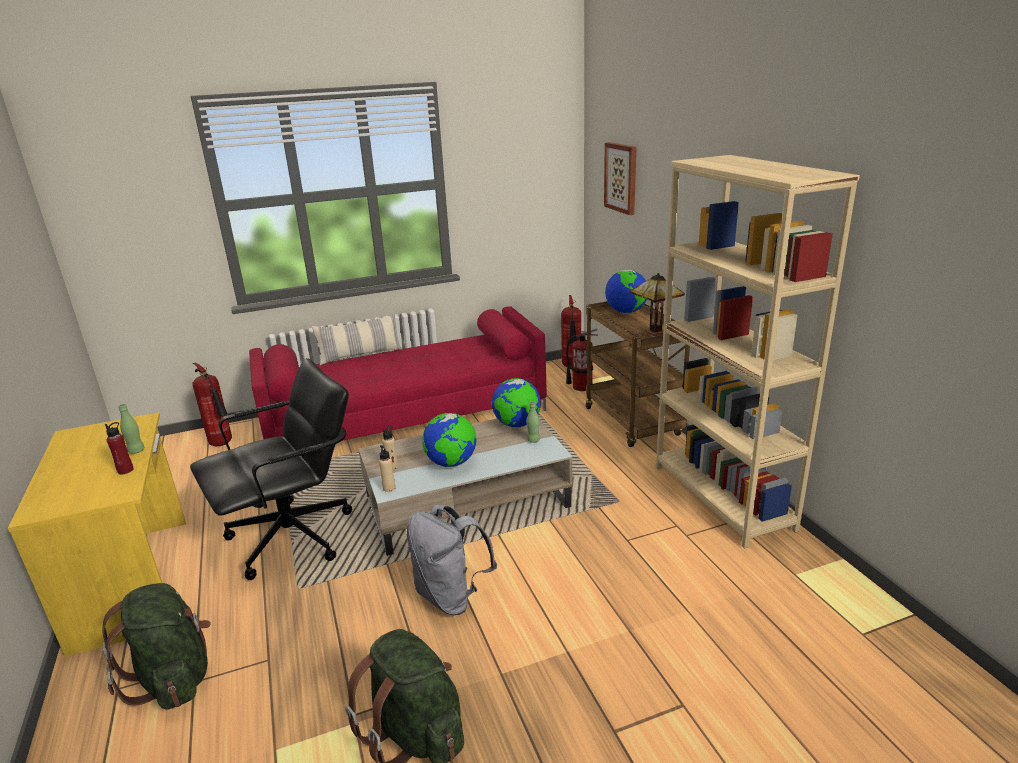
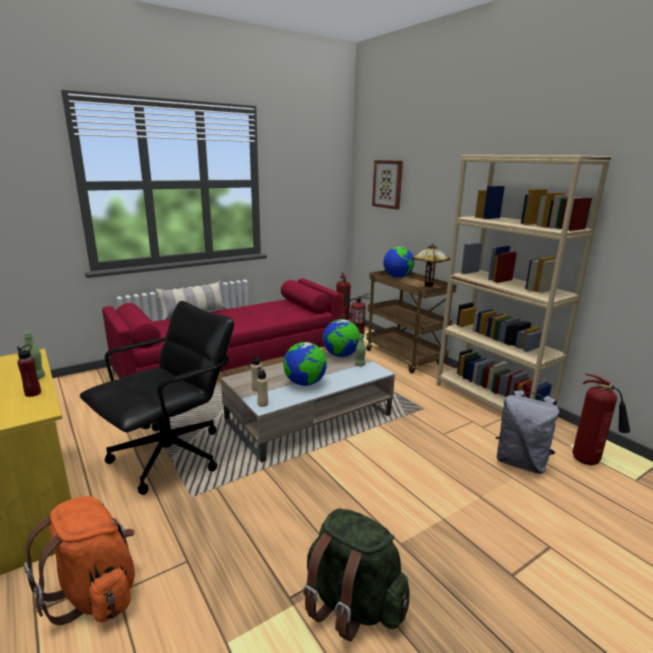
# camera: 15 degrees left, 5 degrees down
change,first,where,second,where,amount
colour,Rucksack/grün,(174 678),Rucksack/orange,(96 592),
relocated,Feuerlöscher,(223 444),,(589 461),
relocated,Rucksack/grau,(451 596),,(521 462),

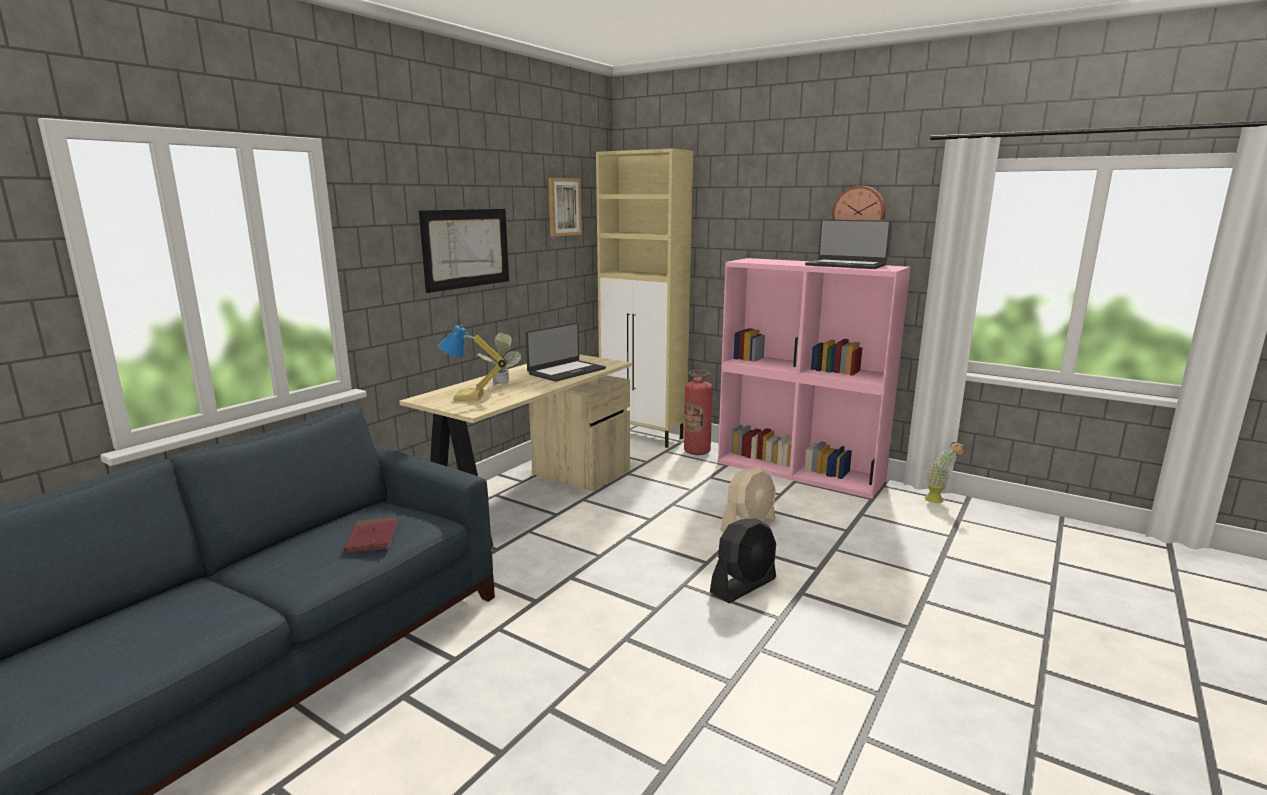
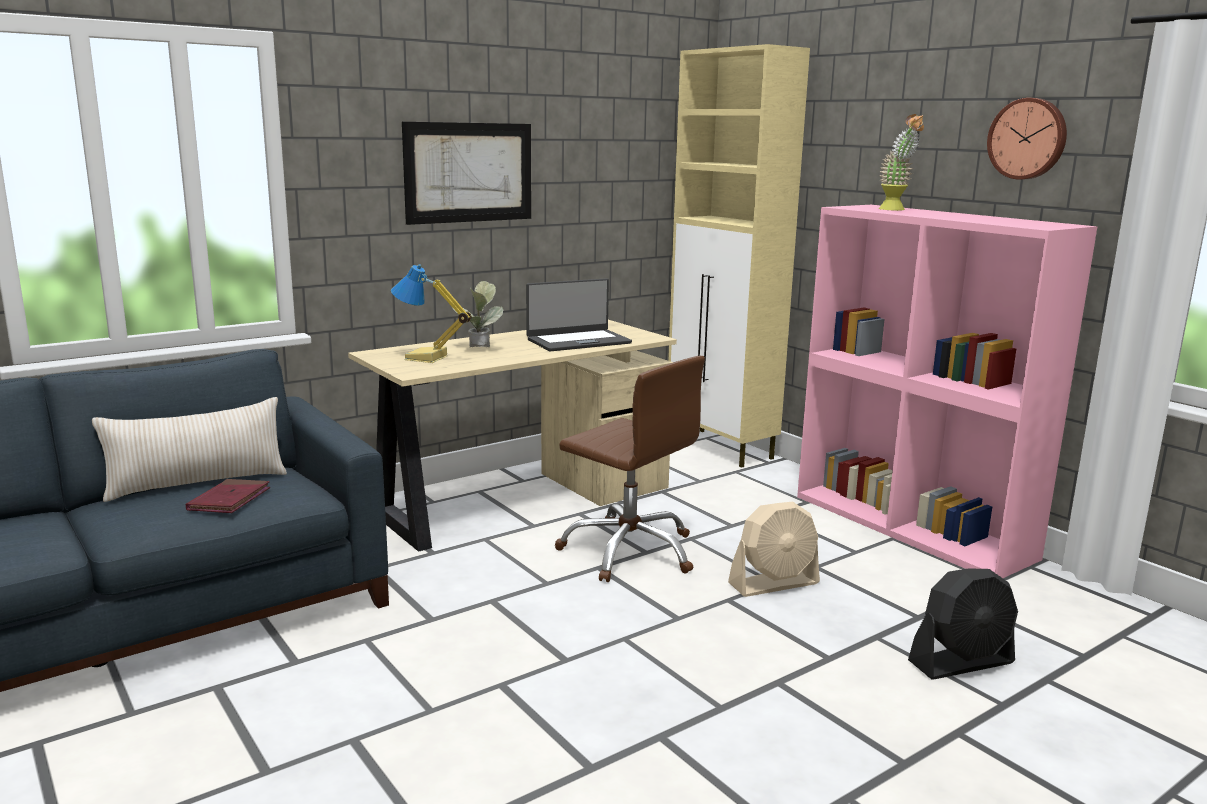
# camera: 20 degrees right, 0 degrees up
change,first,where,second,where,amount
missing,Bild,(563 207),,,
missing,Feuerlöscher,(697 451),,,
relocated,Ventilator/schwarz,(743 585),,(961 662),
missing,Laptop,(846 265),,,
relocated,Topfpflanze,(938 501),,(896 210),
appeared,,,Kissen/beige,(197 483),
appeared,,,Bürostuhl/braun,(629 551),

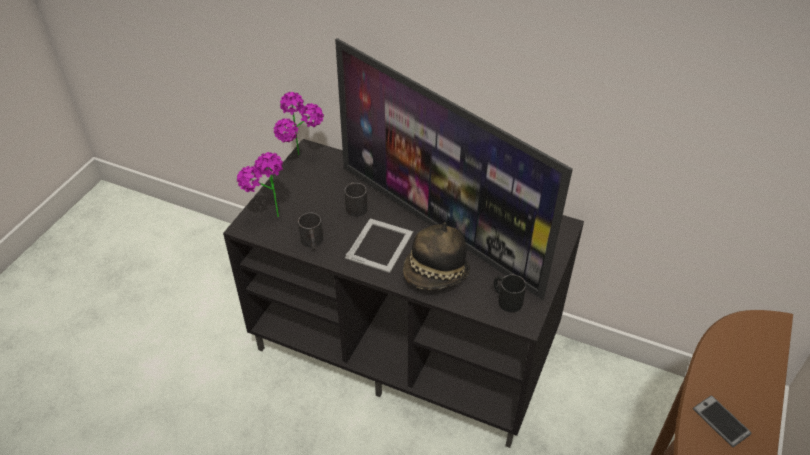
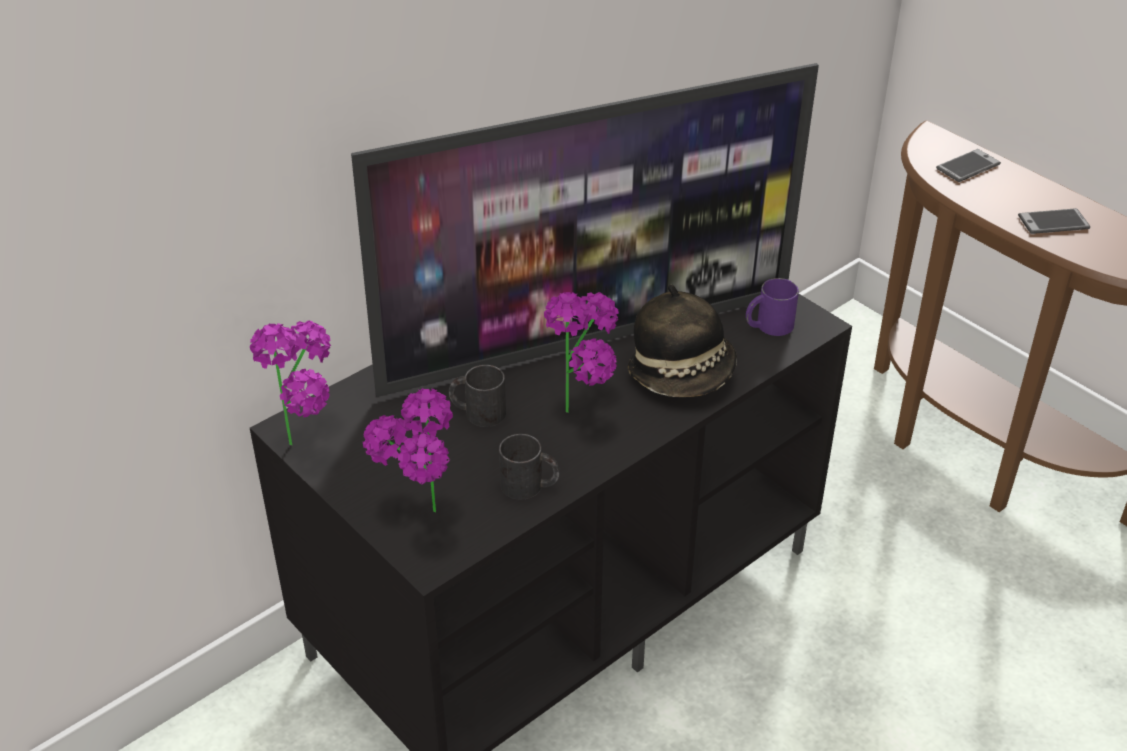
# camera: 65 degrees left, 5 degrees down
change,first,where,second,where,amount
exchanged,Bilderrahmen,(380 245),Topfpflanze,(585 411),
colour,Henkelbecher/schwarz,(506 299),Henkelbecher/lila,(768 326),
appeared,,,Handy,(968 166),

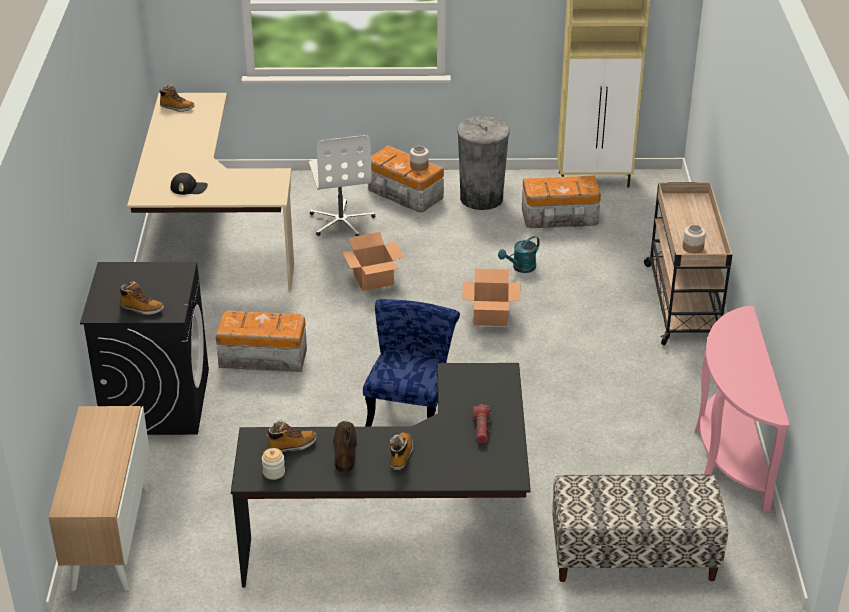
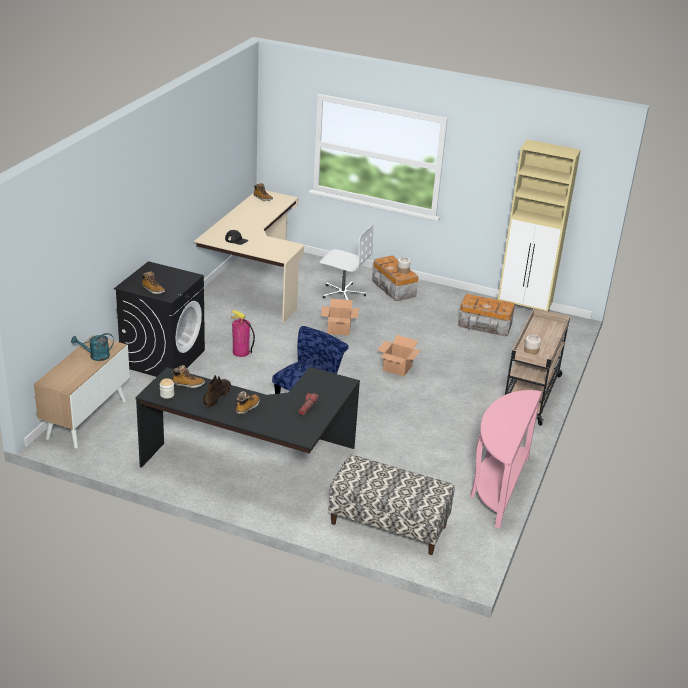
# camera: 20 degrees right, 5 degrees down
change,first,where,second,where,amount
exchanged,Aufbewahrungsbox,(262 357),Feuerlöscher,(241 352),
spun,Bürostuhl/weiß,(341 221),,(342 293),75 degrees counterclockwise
missing,Mülleimer/grau,(481 198),,,
relocated,Gießkanne/türkis,(520 268),,(96 356),

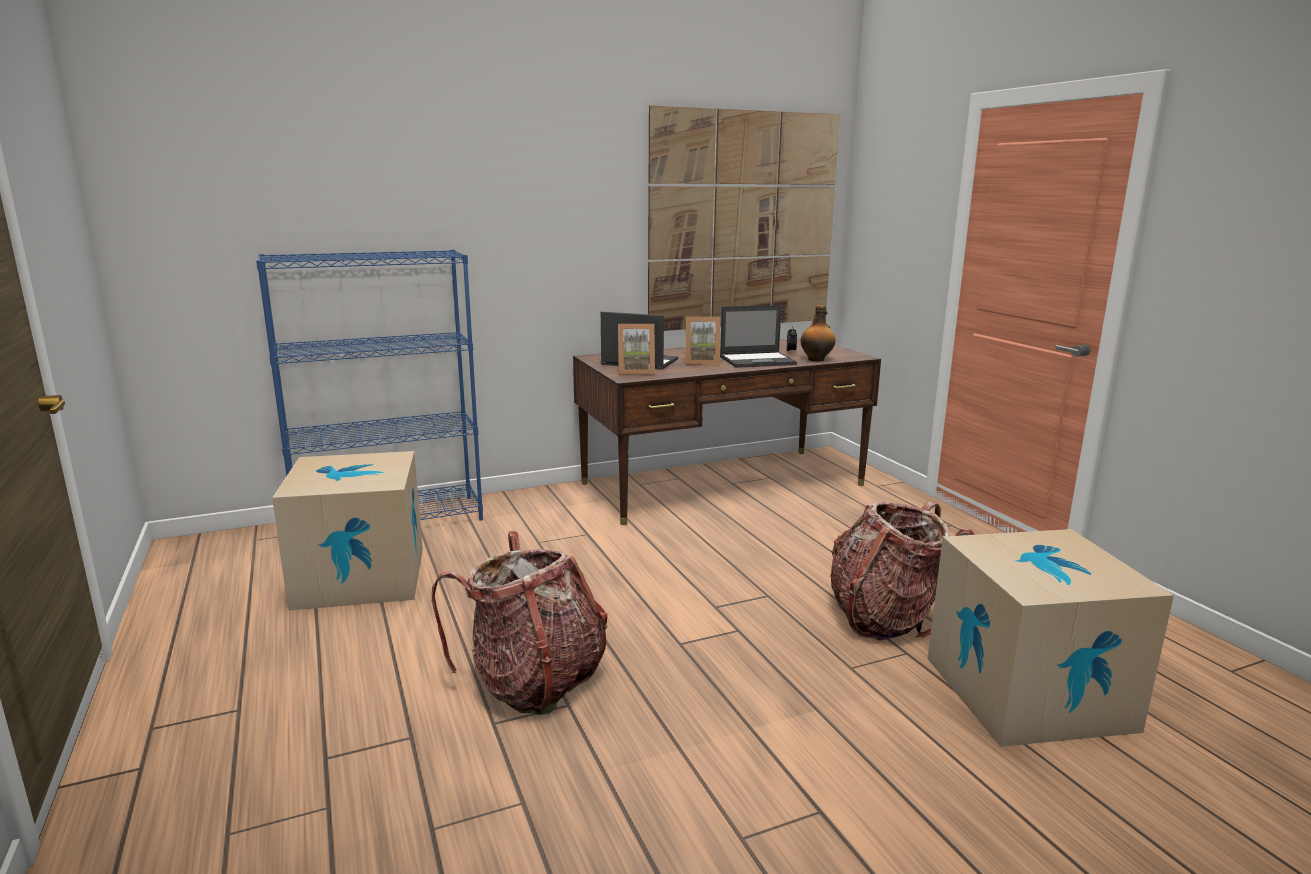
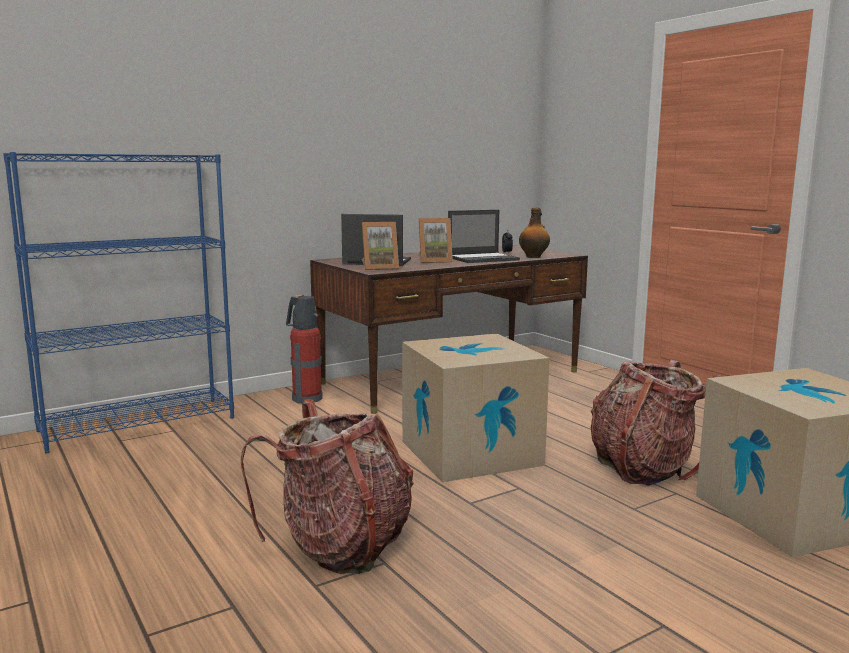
# camera: 10 degrees left, 5 degrees down
change,first,where,second,where,amount
relocated,Karton,(360 577),,(470 453),
missing,Bild,(743 221),,,
appeared,,,Feuerlöscher,(305 398),

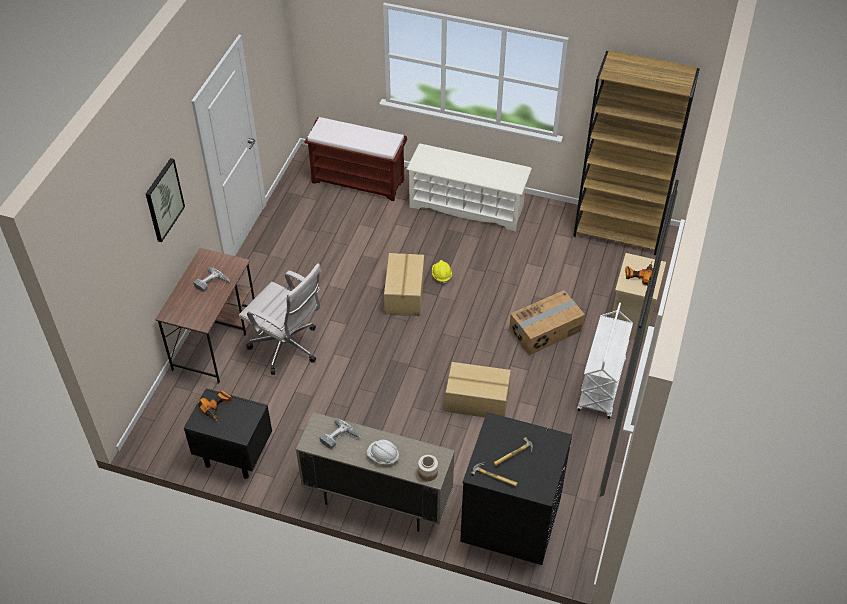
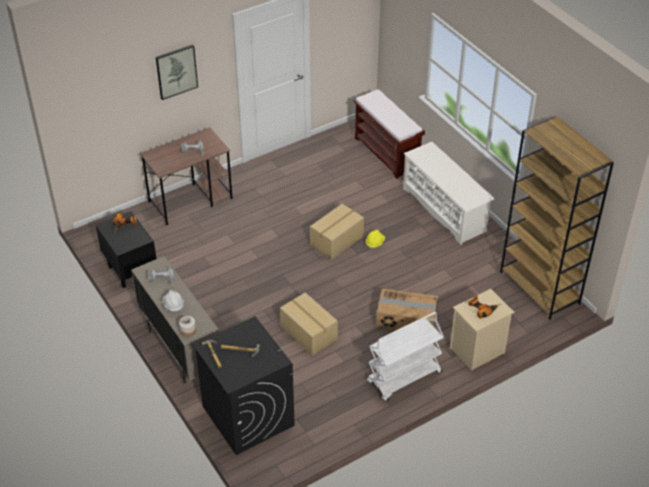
# camera: 40 degrees right, 5 degrees down
change,first,where,second,where,amount
missing,Bürostuhl/weiß,(288 348),,,

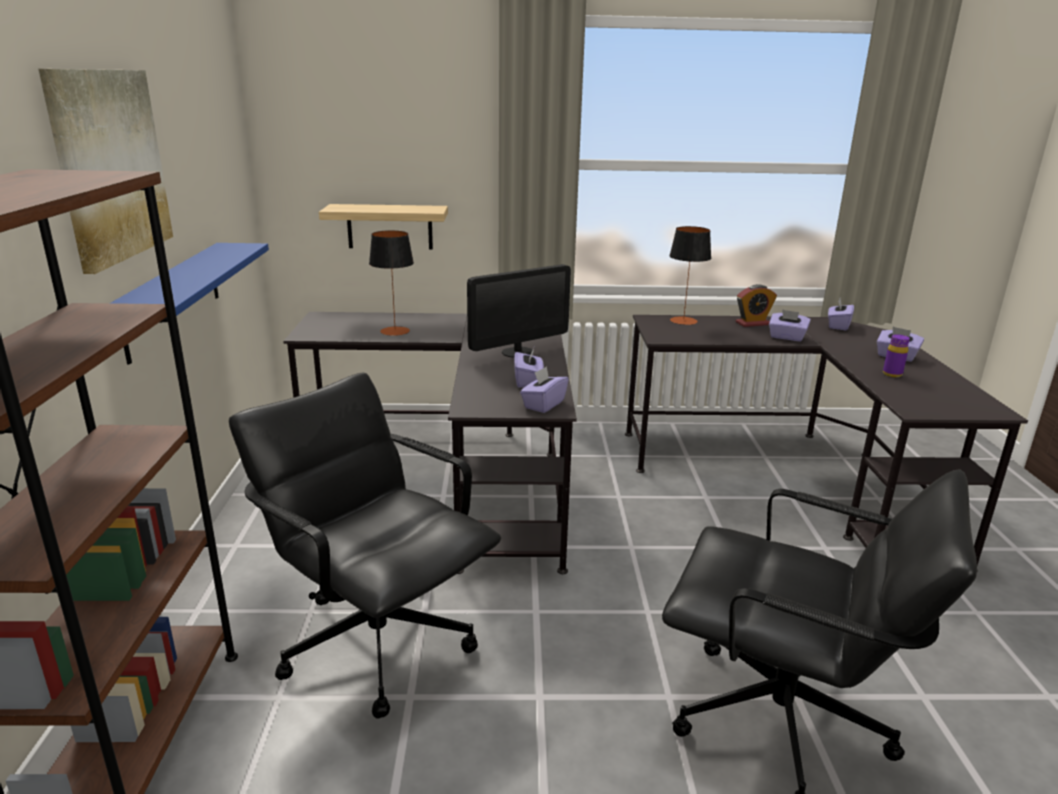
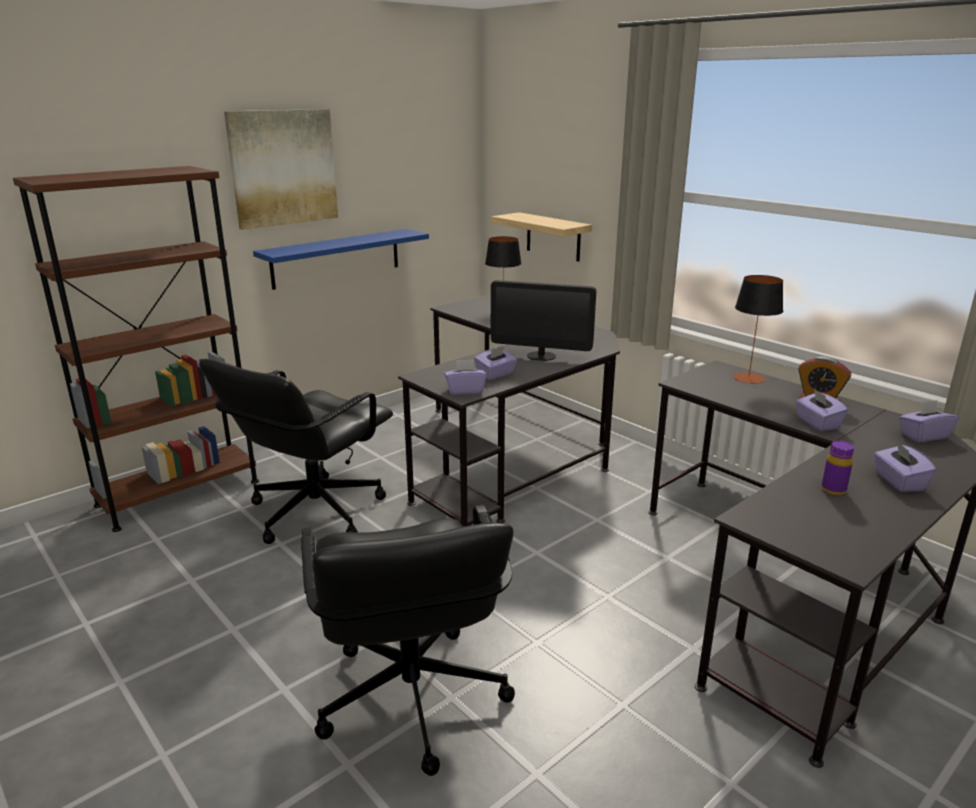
# camera: 50 degrees right, 0 degrees up
change,first,where,second,where,amount
spun,Bürostuhl/schwarz,(378 641),,(314 512),150 degrees counterclockwise

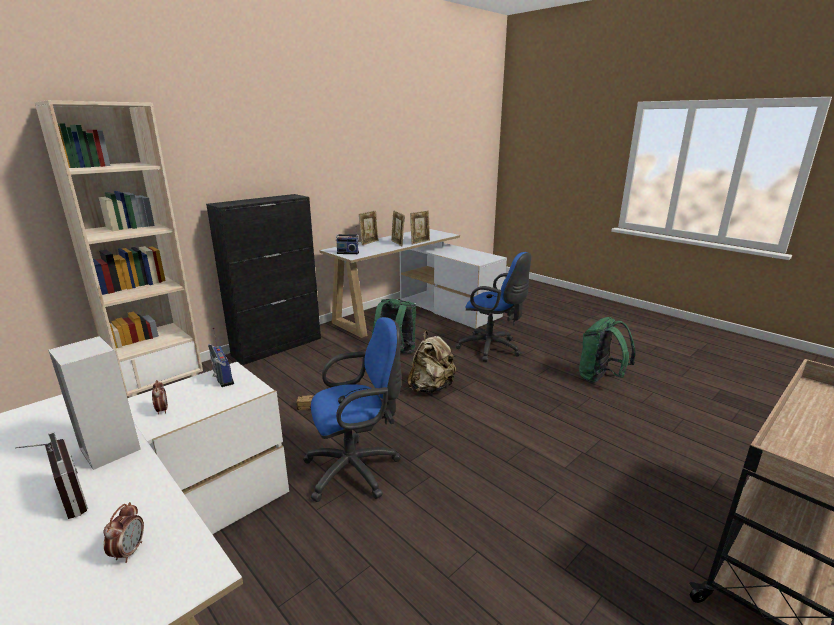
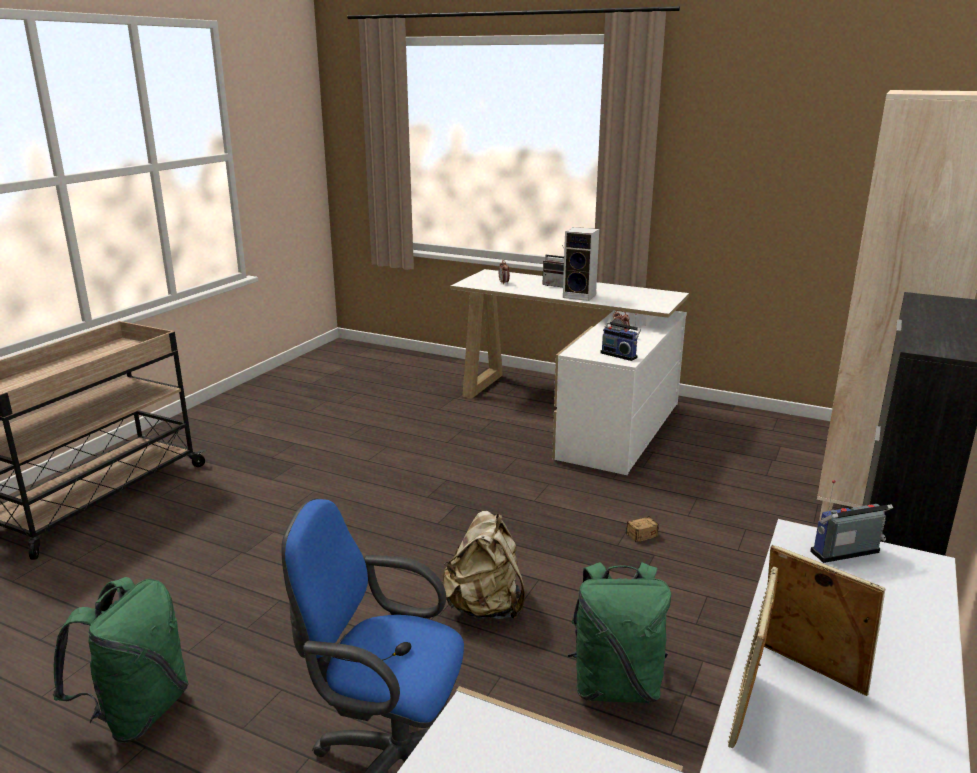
# camera: 160 degrees right, 0 degrees up
change,first,where,second,where,amount
missing,Bürostuhl/blau,(357 469),,,
missing,Bilderrahmen,(369 242),,,

